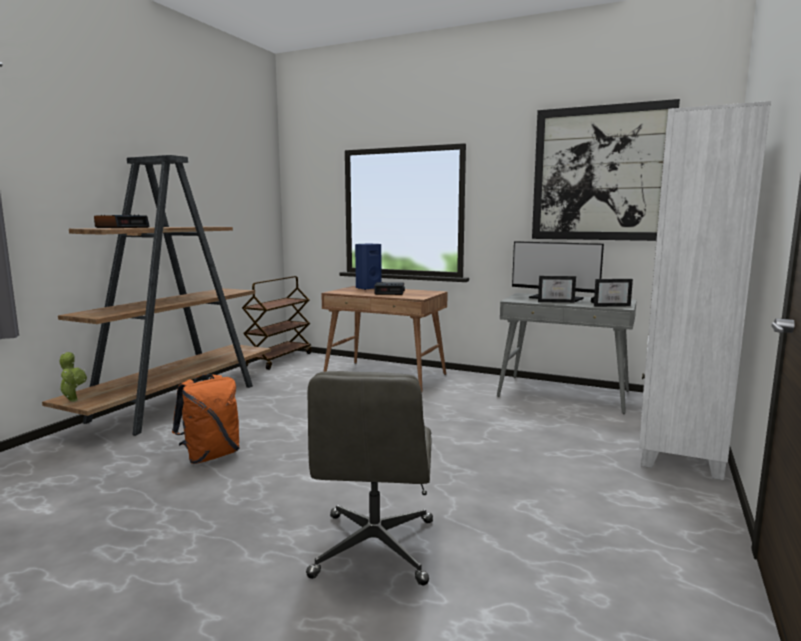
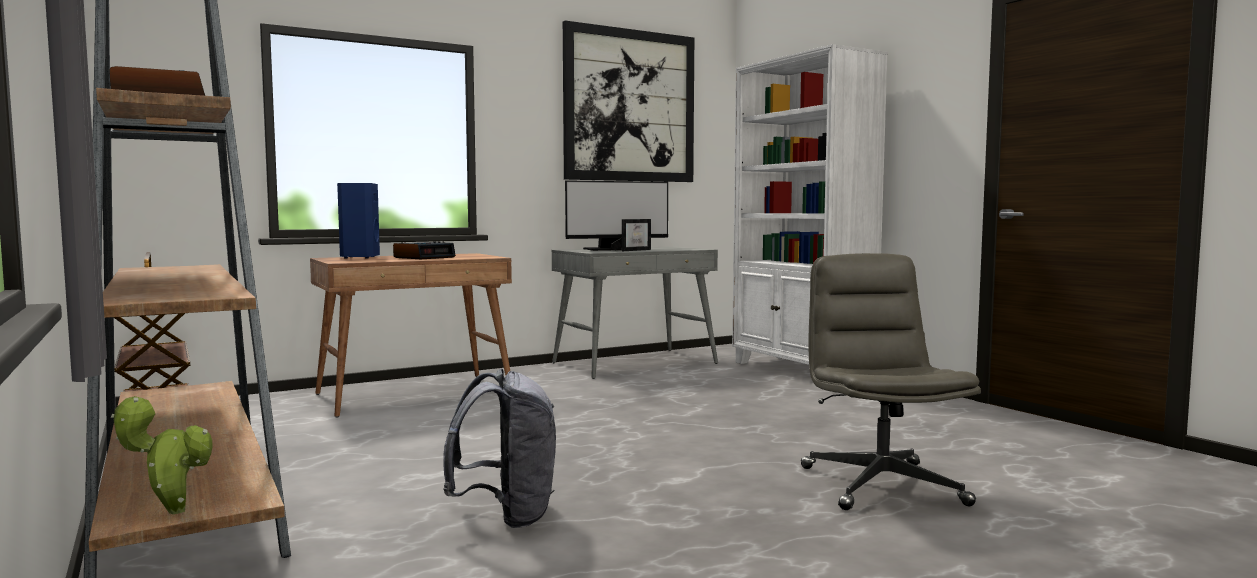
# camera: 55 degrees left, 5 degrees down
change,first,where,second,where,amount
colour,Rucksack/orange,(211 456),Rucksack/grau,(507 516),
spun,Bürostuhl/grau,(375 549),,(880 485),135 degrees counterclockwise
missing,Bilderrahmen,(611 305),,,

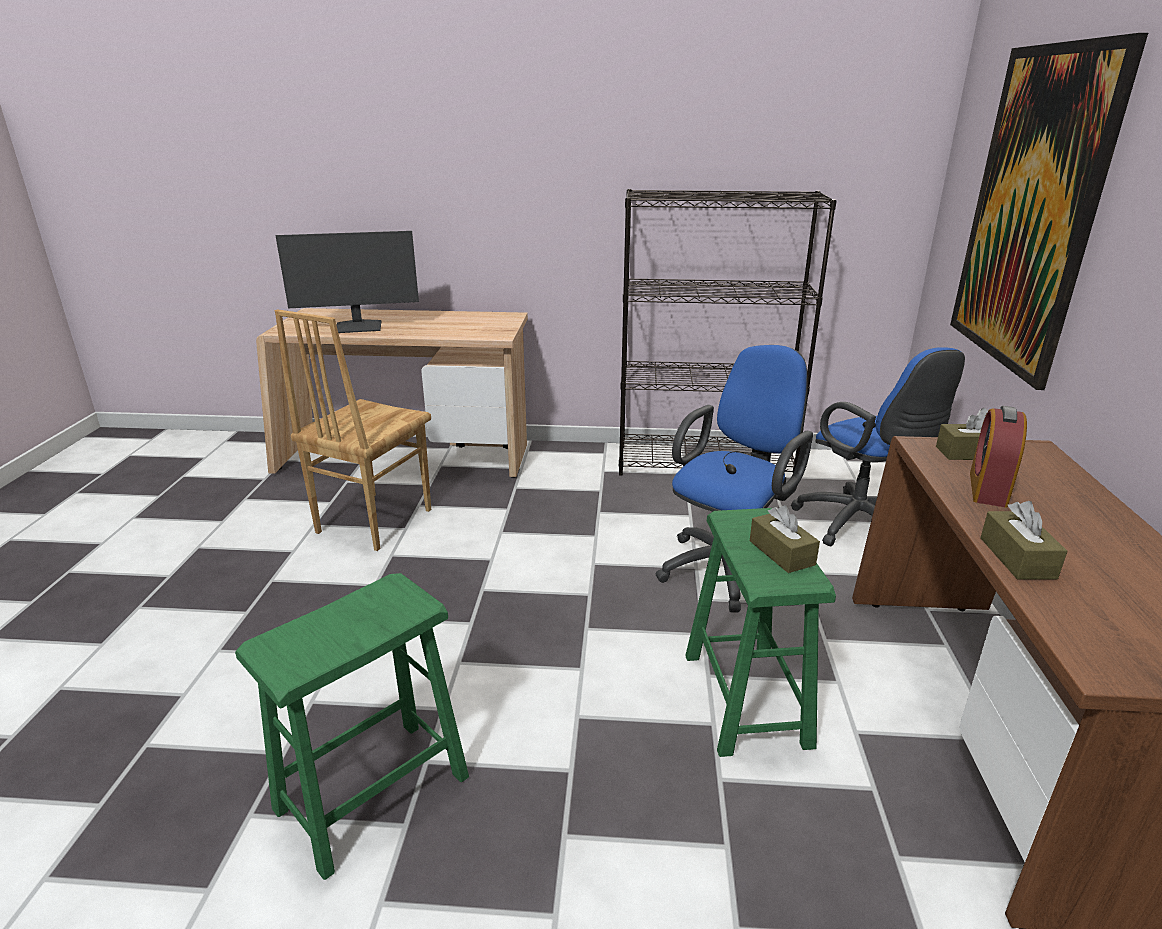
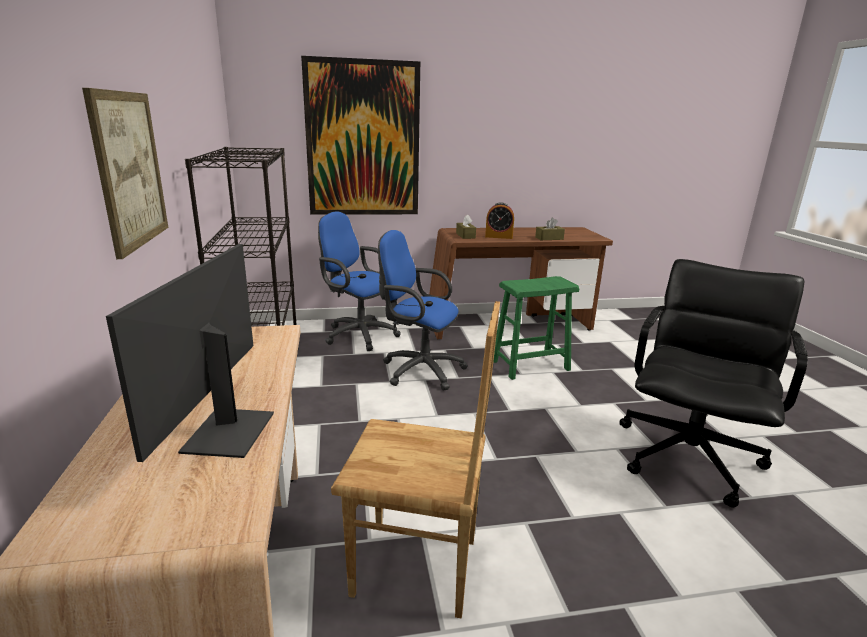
# camera: 105 degrees left, 5 degrees down
change,first,where,second,where,amount
exchanged,Hocker/grün,(373 793),Bürostuhl/schwarz,(689 457),
spun,Monitor,(358 327),,(226 432),150 degrees counterclockwise
missing,Taschentuchbox/braun,(781 553),,,
spun,Bürostuhl/blau,(861 526),,(357 334),105 degrees counterclockwise
appeared,,,Bild,(130 170),

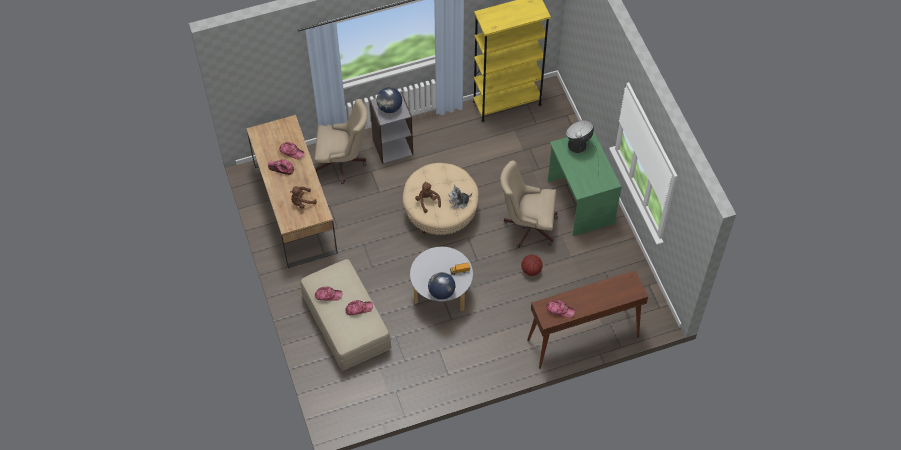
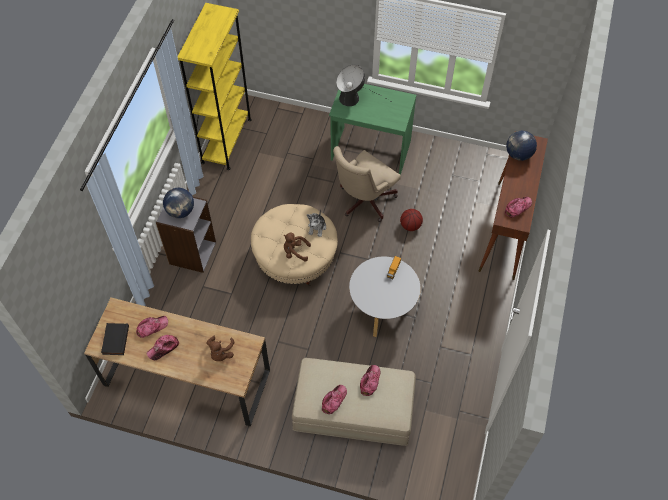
# camera: 55 degrees left, 0 degrees up
change,first,where,second,where,amount
missing,Bürostuhl/beige,(343 163),,,
relocated,Globus,(441 292),,(518 155),
appeared,,,Buch/schwarz,(115 339),

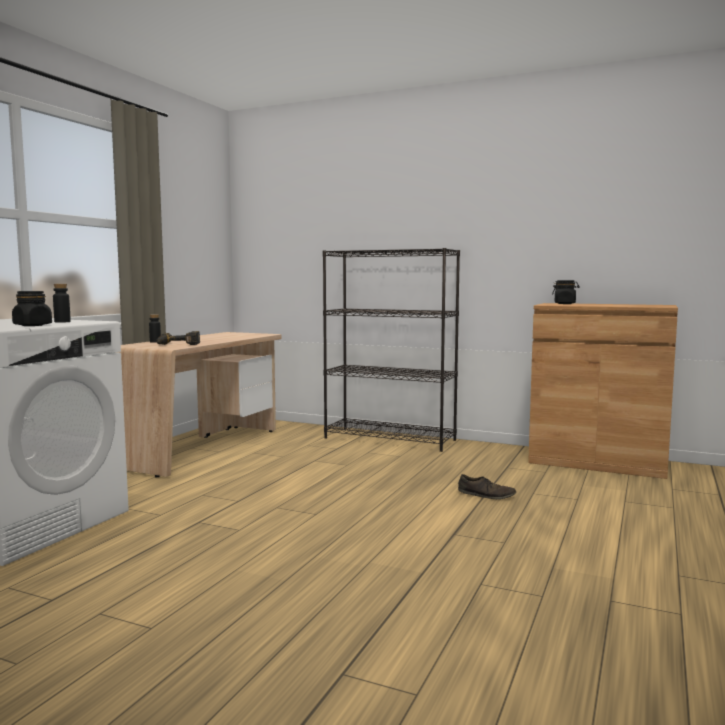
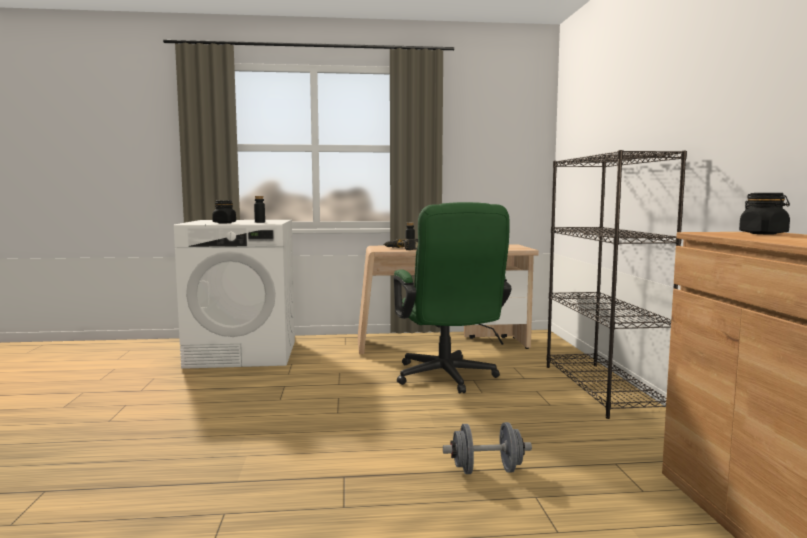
# camera: 60 degrees right, 0 degrees up
change,first,where,second,where,amount
exchanged,Schuh/braun,(486 495),Hantel/grau,(486 470),
appeared,,,Bürostuhl/grün,(447 379),

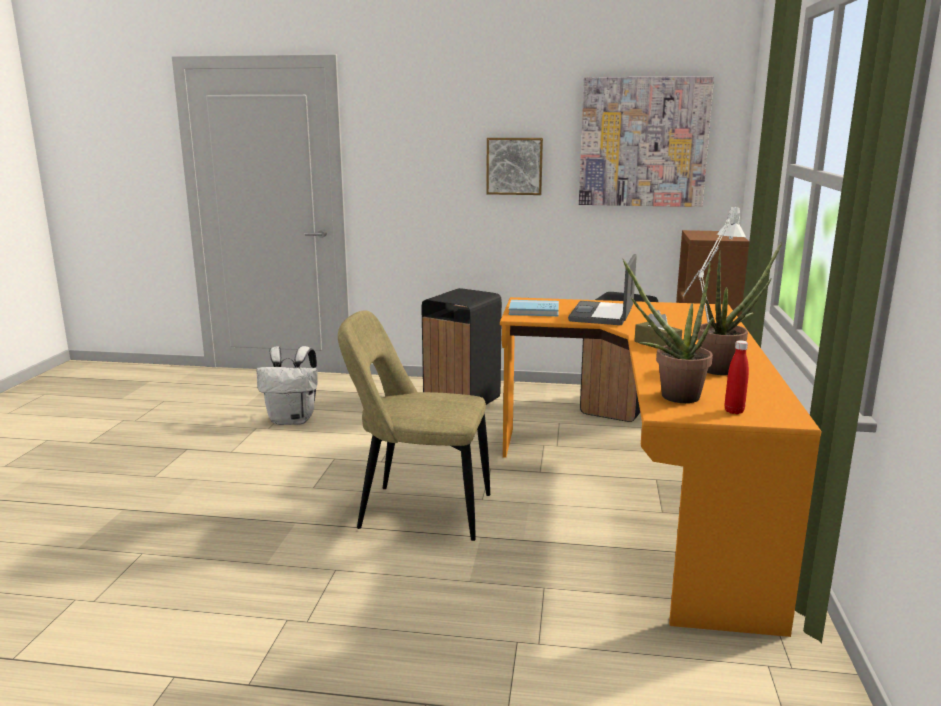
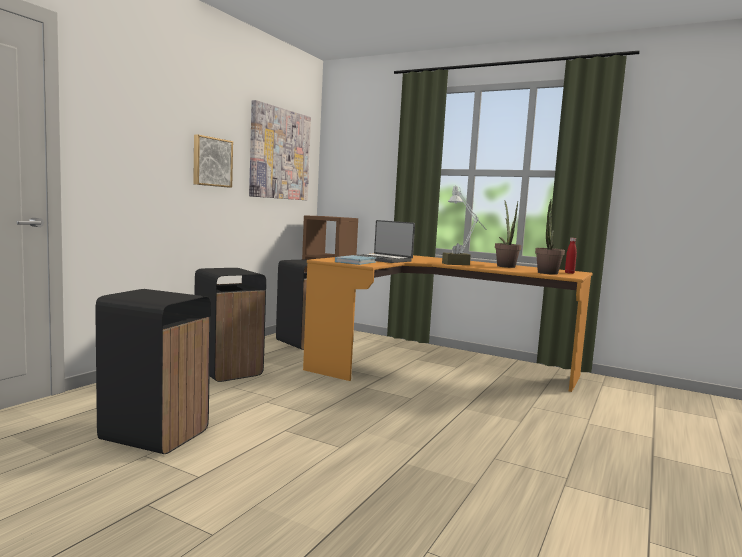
# camera: 70 degrees left, 10 degrees down
change,first,where,second,where,amount
exchanged,Rucksack/weiß,(293 420),Mülleimer/schwarz,(155 434),
missing,Stuhl/beige,(418 512),,,

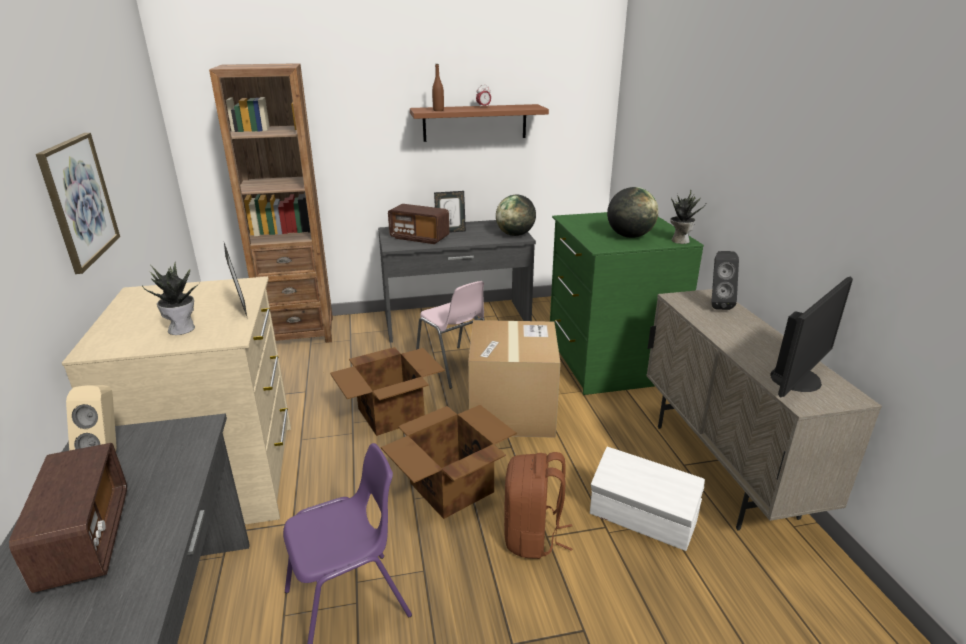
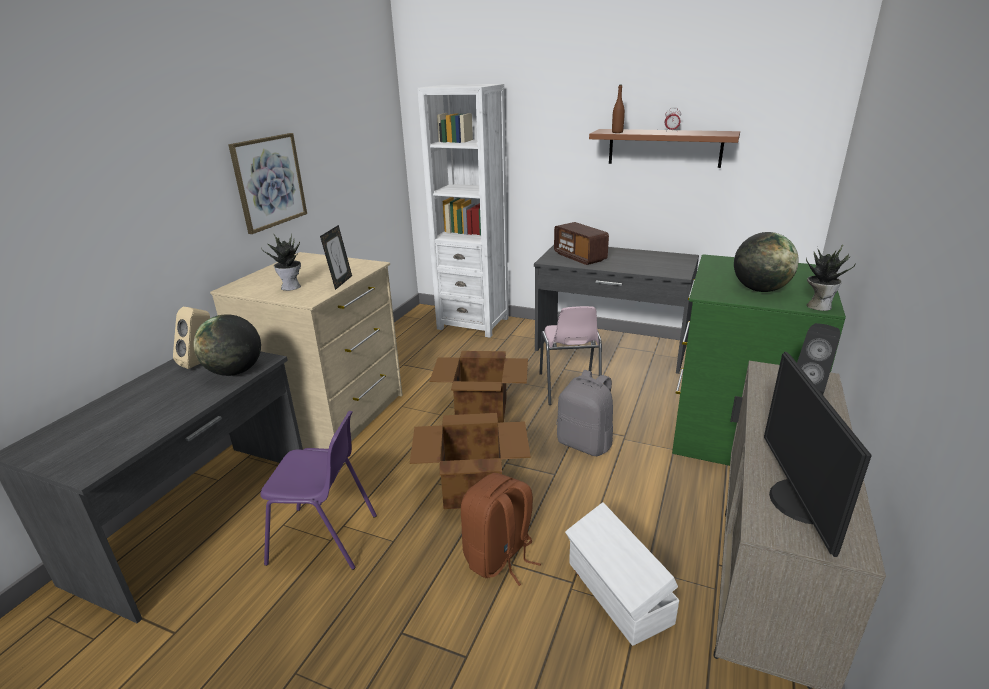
# camera: 35 degrees right, 0 degrees up
change,first,where,second,where,amount
missing,Radio,(86 540),,,
colour,Bücherregal/braun,(299 332),Bücherregal/weiß,(473 323),
missing,Bilderrahmen,(450 231),,,
exchanged,Karton,(512 411),Rucksack/grau,(585 443),
relocated,Globus,(515 234),,(235 372),
spun,Monitor,(798 380),,(799 502),105 degrees clockwise

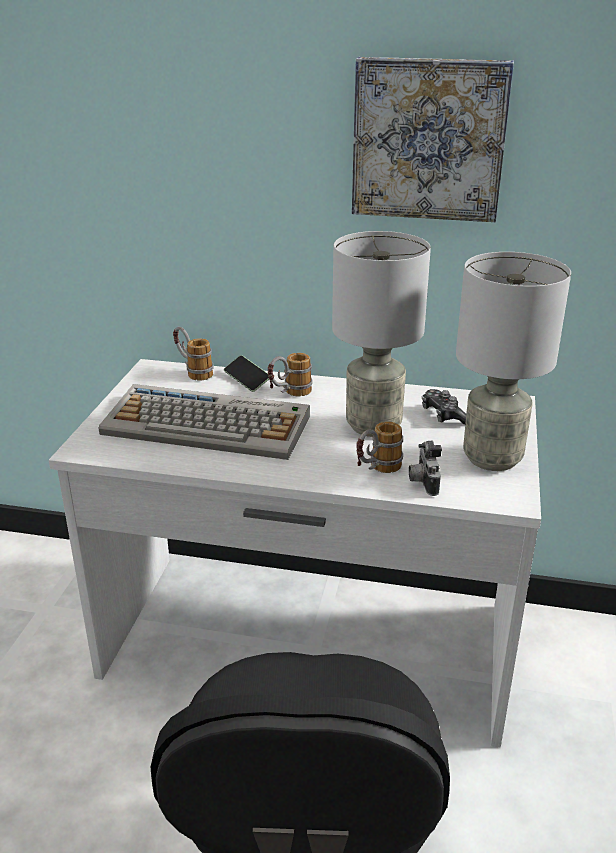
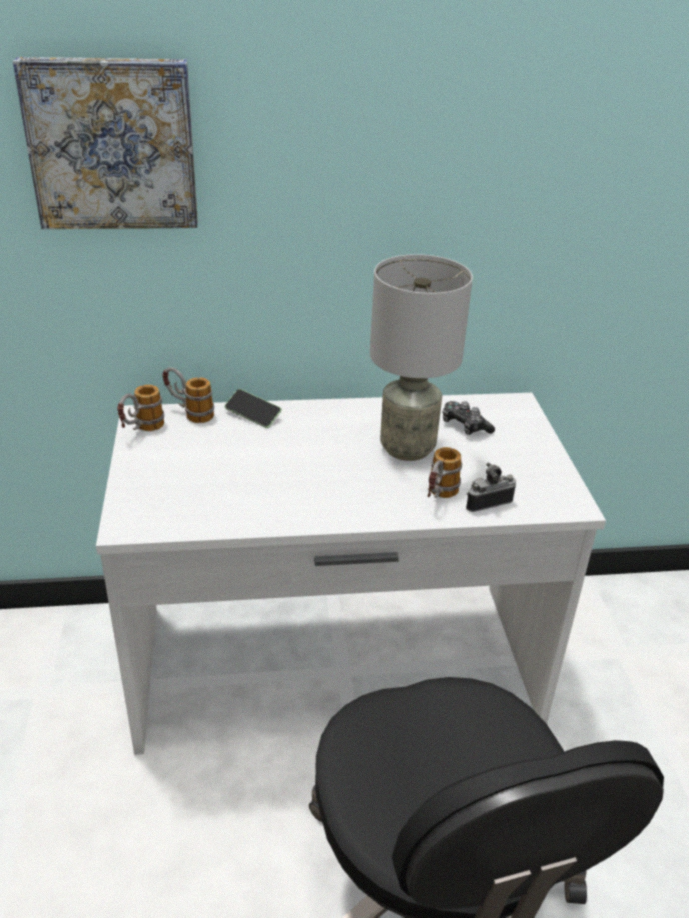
# camera: 20 degrees left, 5 degrees up
change,first,where,second,where,amount
missing,Tastatur,(209 425),,,
relocated,Henkelbecher,(289 394),,(141 430),
relocated,Bild,(429 139),,(112 144),
spun,Kamera,(422 482),,(486 502),90 degrees clockwise
missing,Tischlampe/grau,(491 458),,,

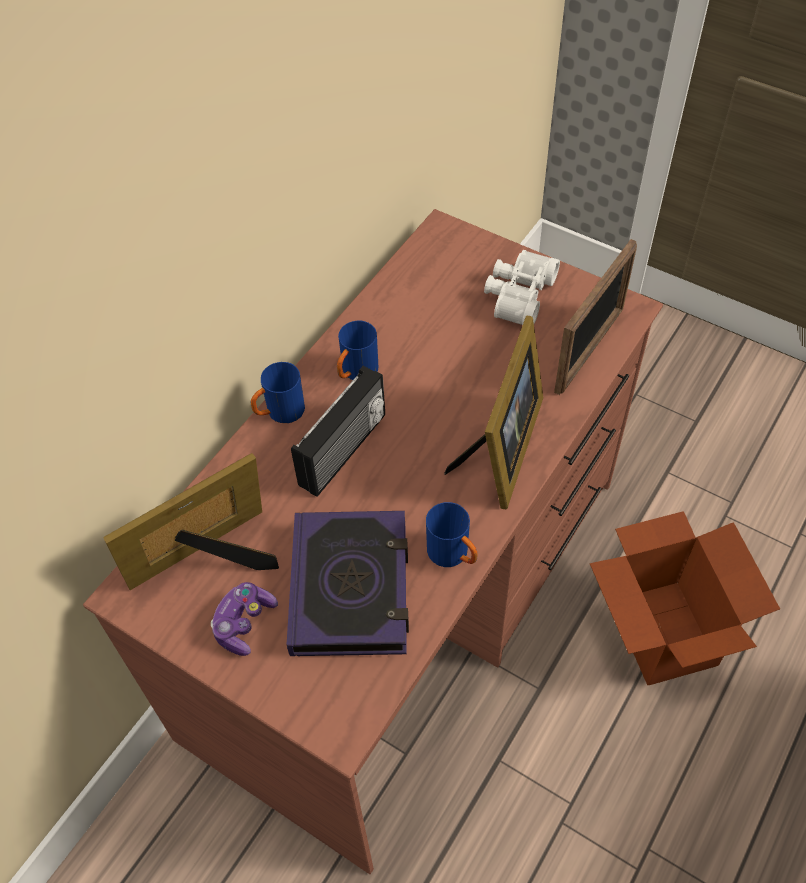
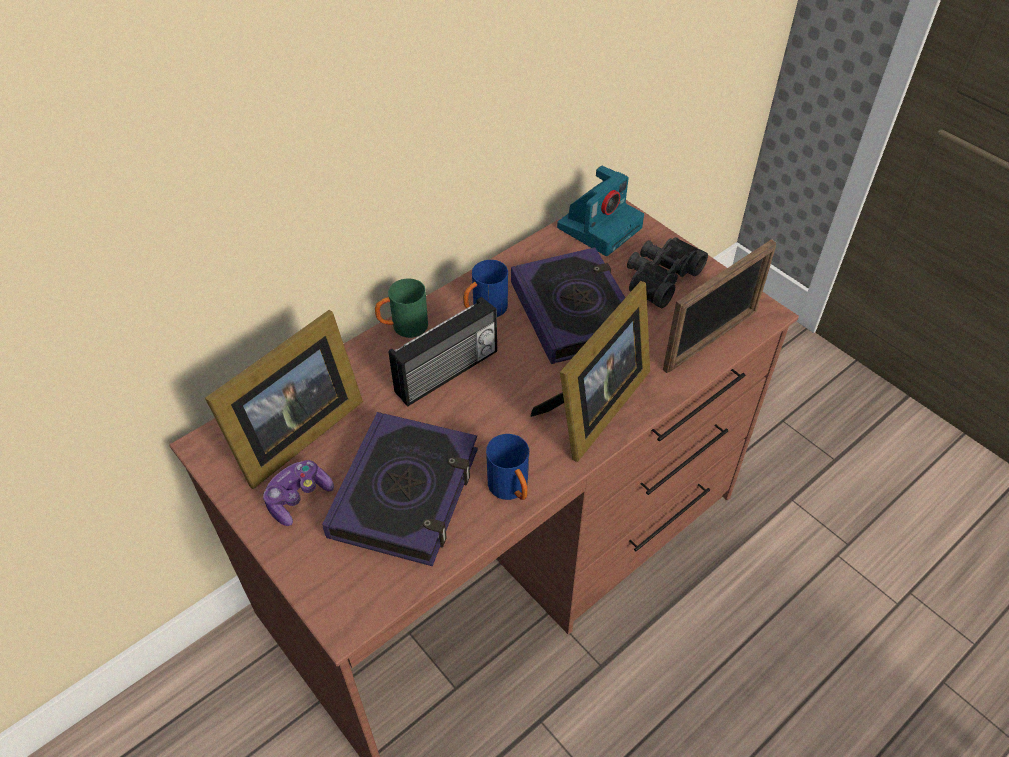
# camera: 15 degrees right, 5 degrees down
change,first,where,second,where,amount
spun,Bilderrahmen,(210 559),,(292 435),150 degrees clockwise
colour,Henkelbecher/blau,(279 413),Henkelbecher/grün,(403 327),
colour,Fernglas/weiß,(517 295),Fernglas/schwarz,(659 277),
missing,Karton,(662 632),,,
appeared,,,Buch,(574 311),
appeared,,,Kamera,(600 226),

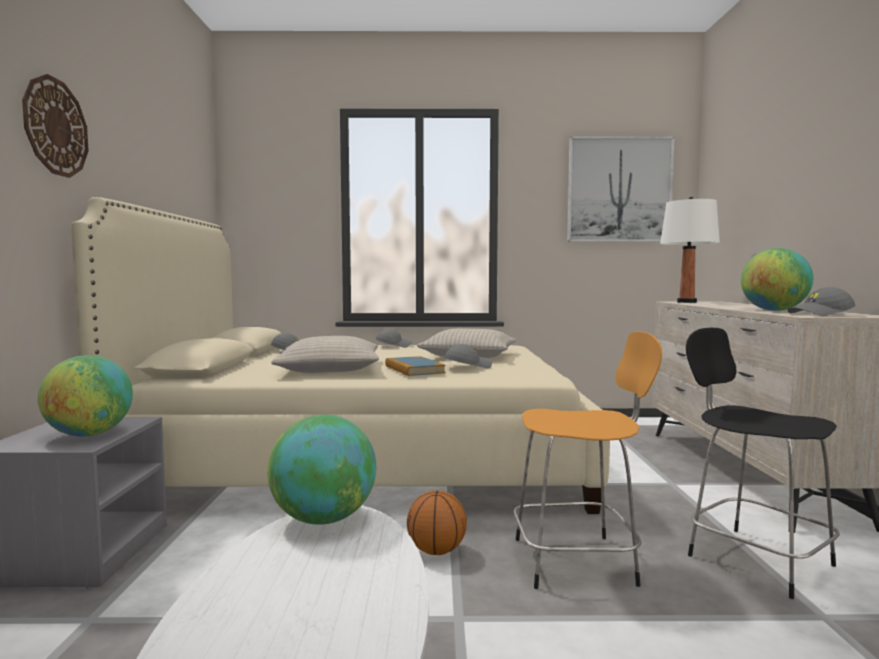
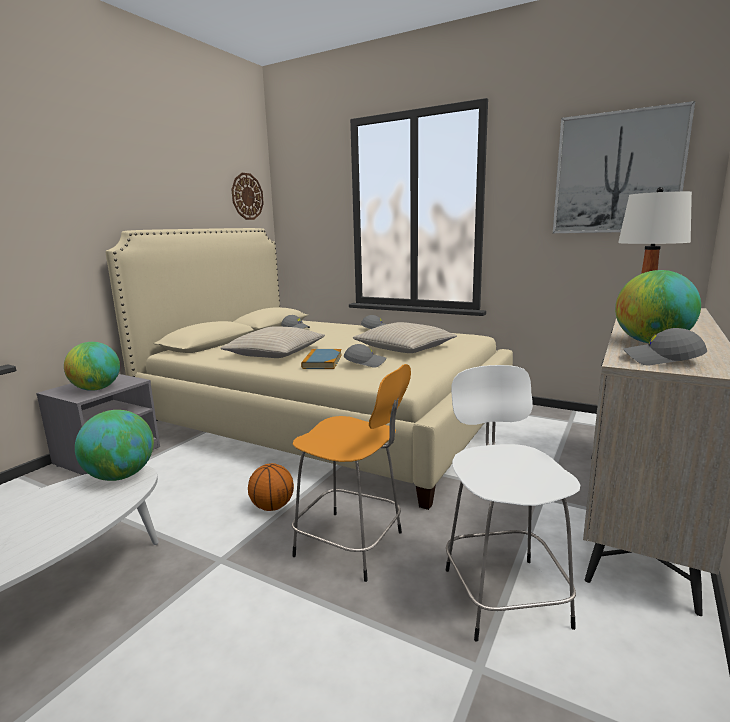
# camera: 30 degrees right, 10 degrees up
change,first,where,second,where,amount
relocated,Wanduhr,(55 127),,(247 196),
colour,Hocker/schwarz,(754 558),Hocker/weiß,(503 593),

